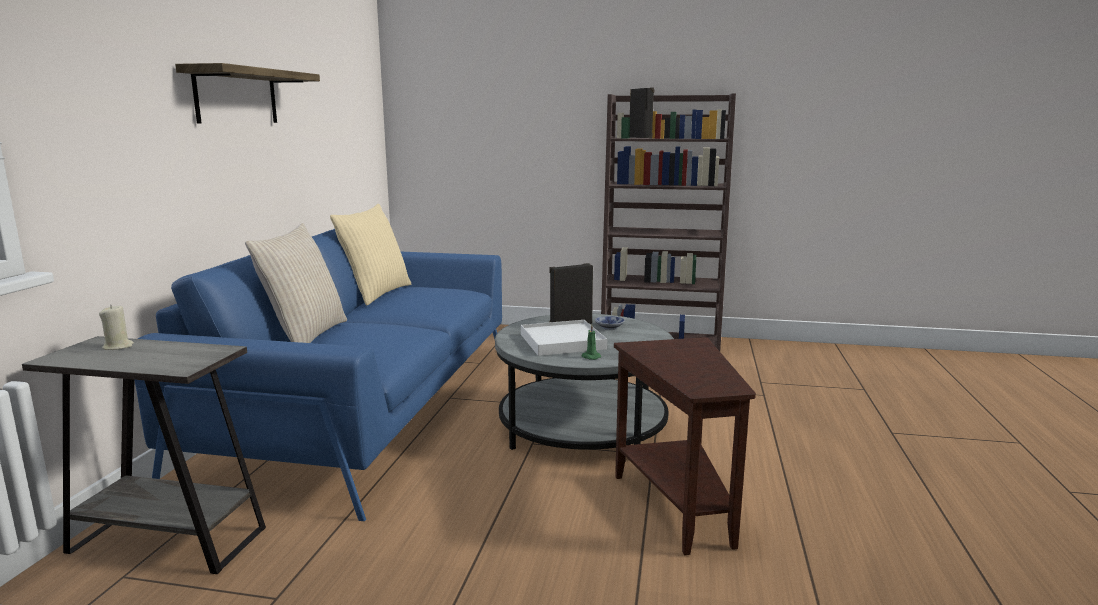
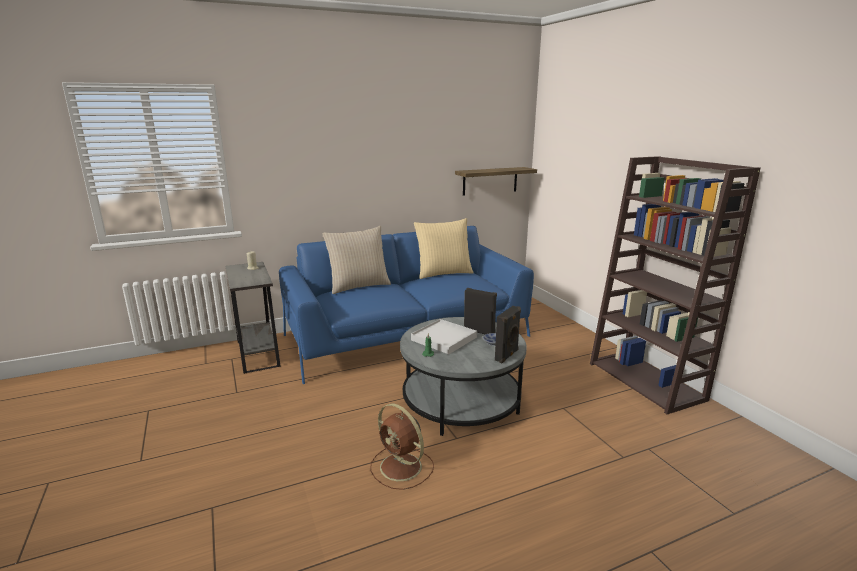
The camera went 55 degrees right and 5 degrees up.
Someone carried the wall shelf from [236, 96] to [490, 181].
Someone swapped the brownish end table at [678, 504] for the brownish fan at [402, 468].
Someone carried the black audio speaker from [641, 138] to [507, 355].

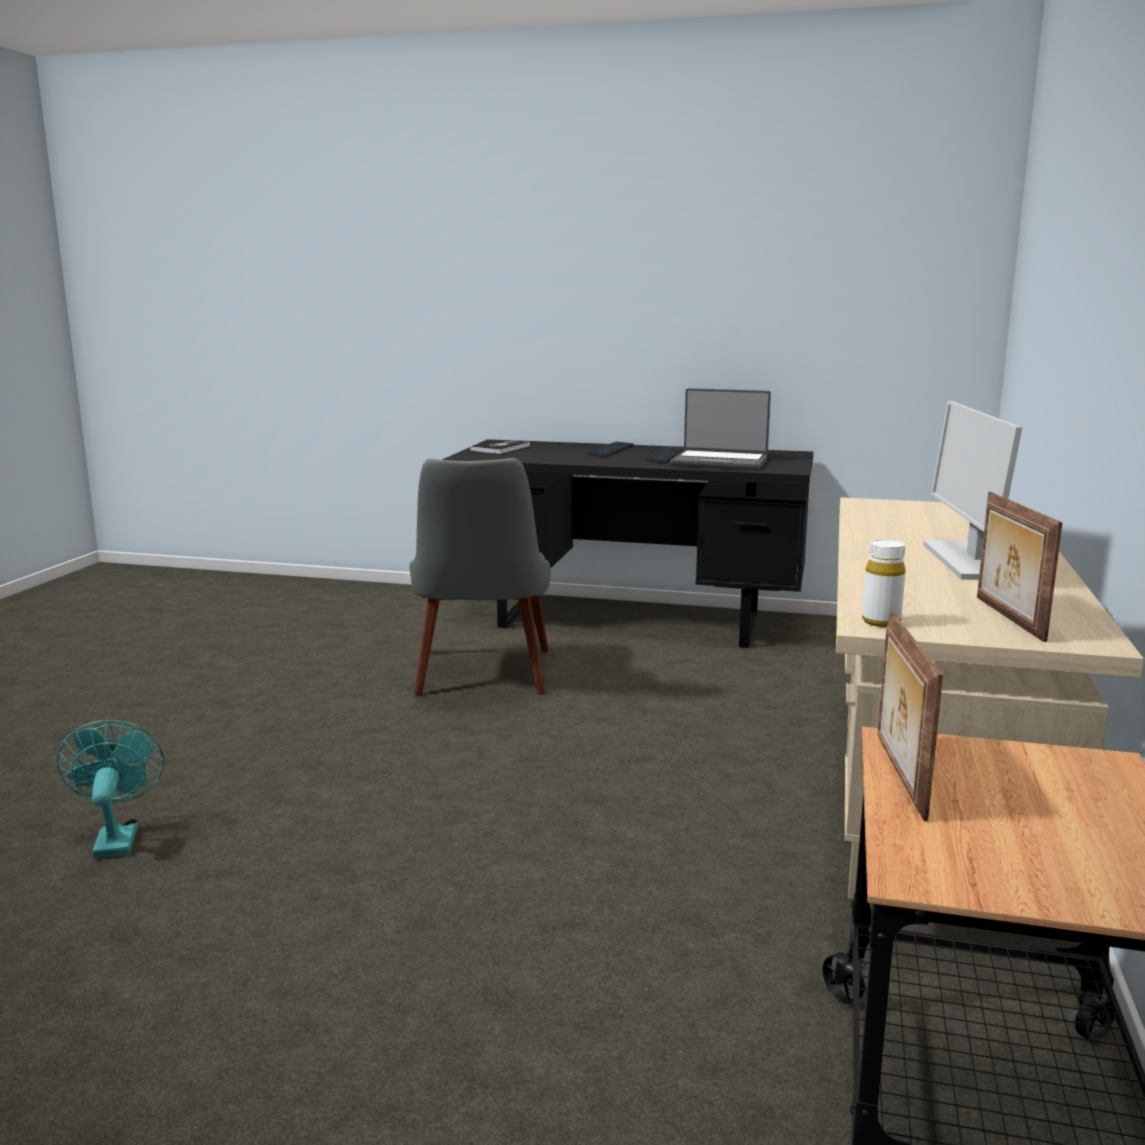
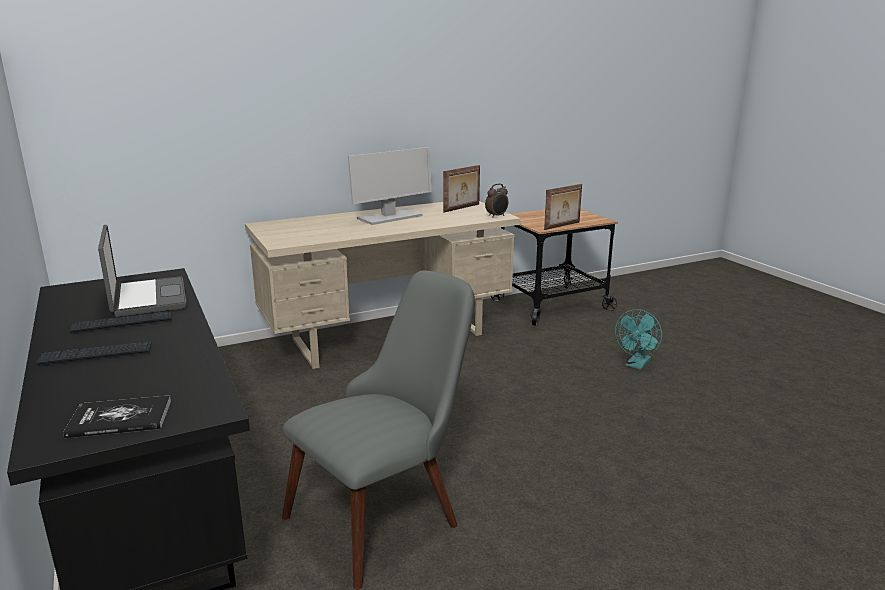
The camera went 130 degrees left and 5 degrees up.
Someone carried the turquoise-coloured fan from [117, 838] to [637, 365].
Someone swapped the white drink bottle at [881, 621] for the table clock at [497, 216].

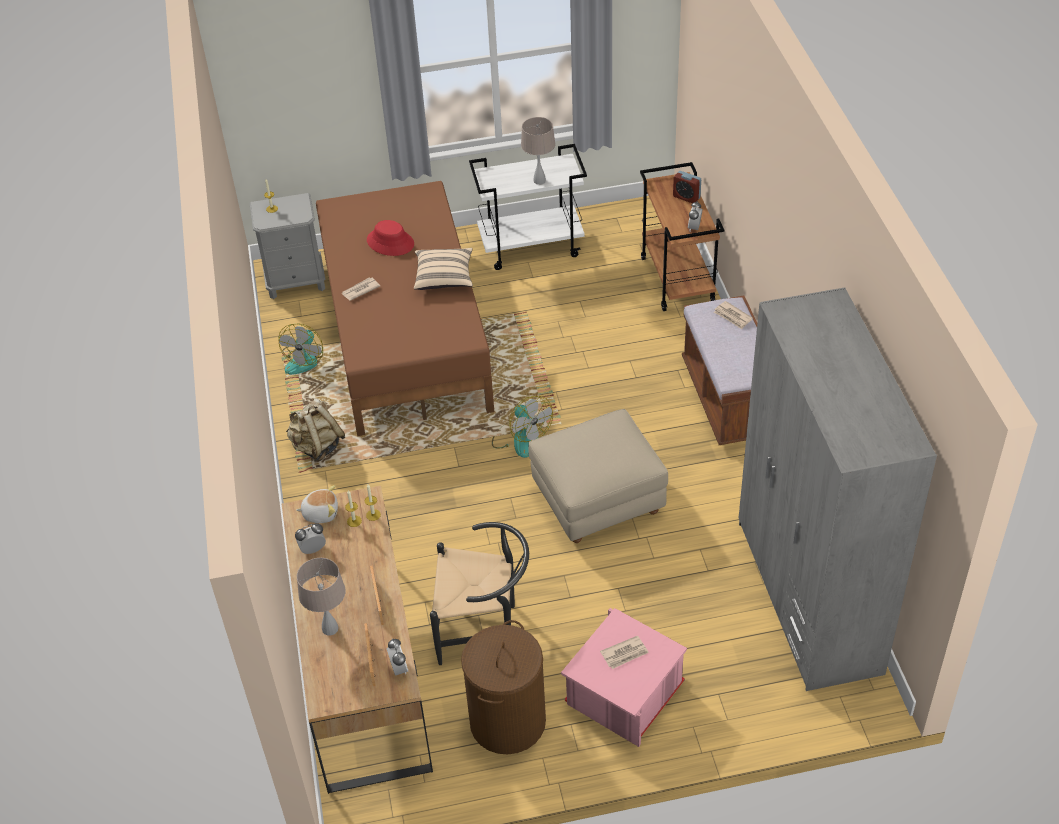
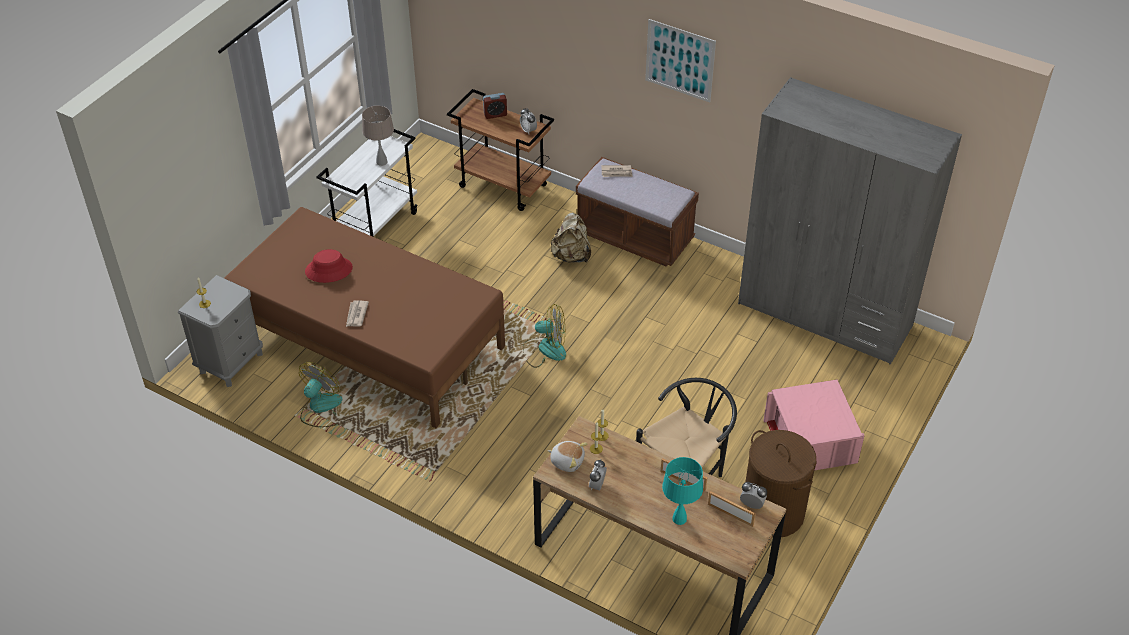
The camera went 50 degrees left and 0 degrees up.
Someone rotated the fan at [305, 359] by 120 degrees counterclockwise.
Someone carried the beige backpack from [317, 447] to [571, 256].
Someone rotated the soft toy at [320, 512] by 75 degrees clockwise.
Someone repainted the beige table lamp at [330, 629], which became the turquoise-coloured table lamp at [679, 519].
Someone took away the beige cushion at [444, 277].
Someone took away the beige ottoman at [597, 501].
Someone took away the daily paper at [625, 654].
Someone put up the picture at [679, 60].

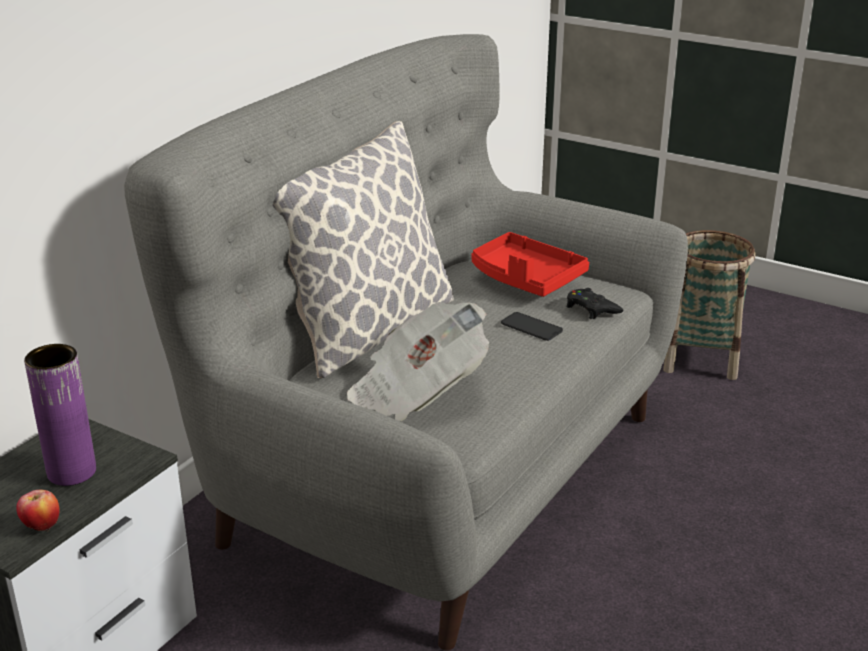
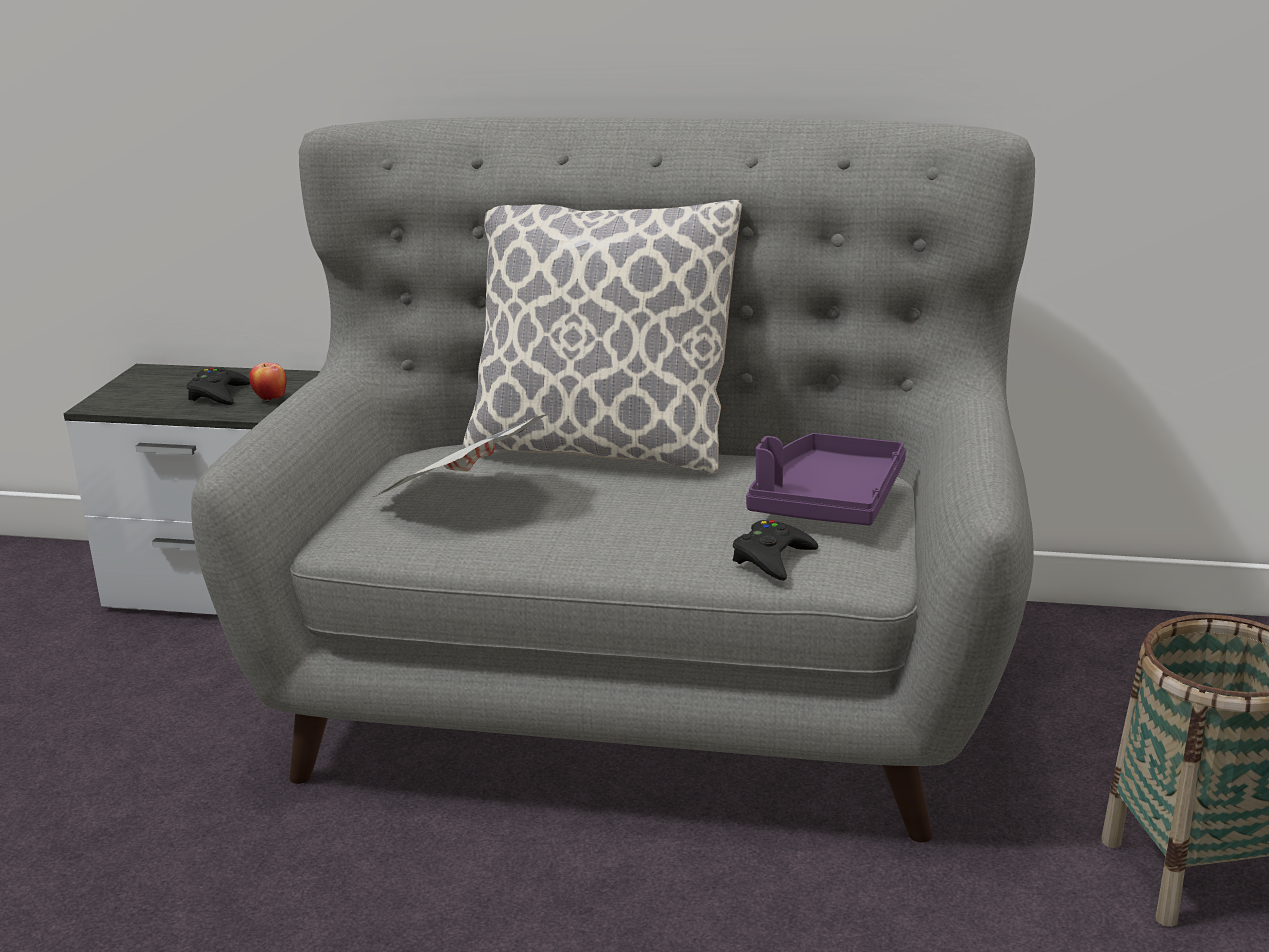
The camera went 70 degrees right and 5 degrees down.
Someone carried the whole apple from [41, 527] to [270, 399].
Someone swapped the purple flower vase at [72, 472] for the black gamepad at [218, 394].
Someone repainted the red-coloured serving tray at [525, 278], which became the purple serving tray at [827, 501].
Someone took away the handset at [531, 327].

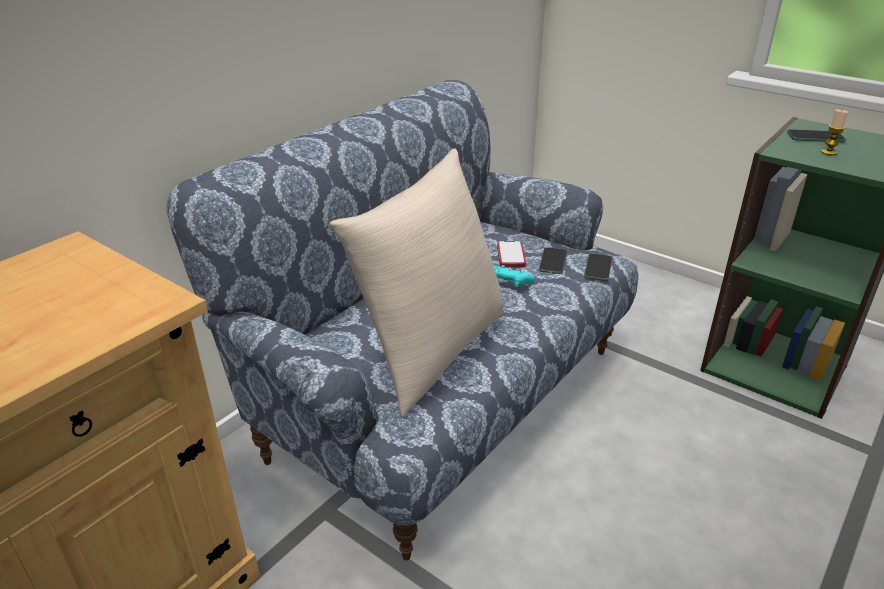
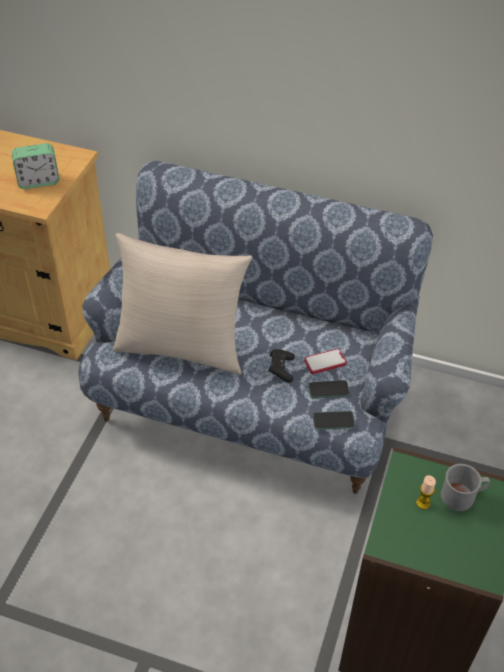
The camera went 70 degrees right and 15 degrees up.
Someone repainted the turquoise-coloured gamepad at [508, 284], which became the black gamepad at [281, 369].
Someone swapped the handset at [815, 137] for the grey mug at [462, 496].
Someone put down the table clock at [38, 181].

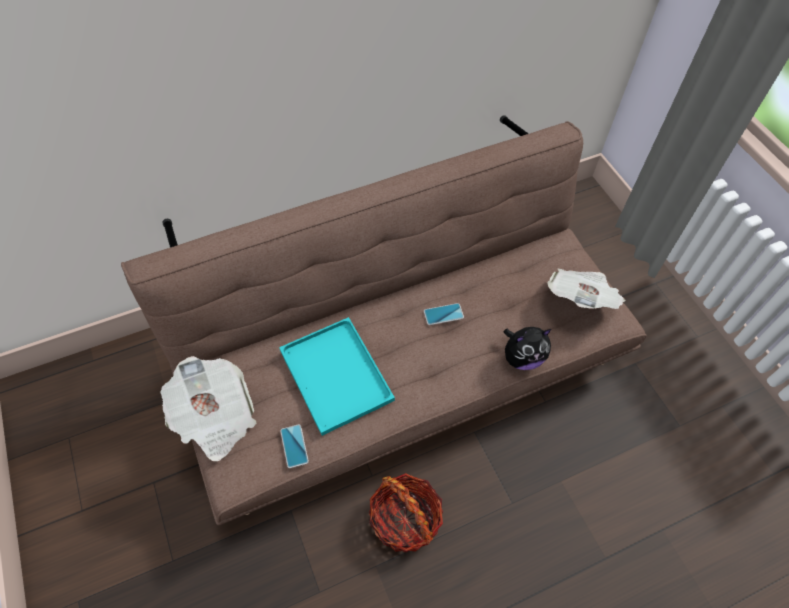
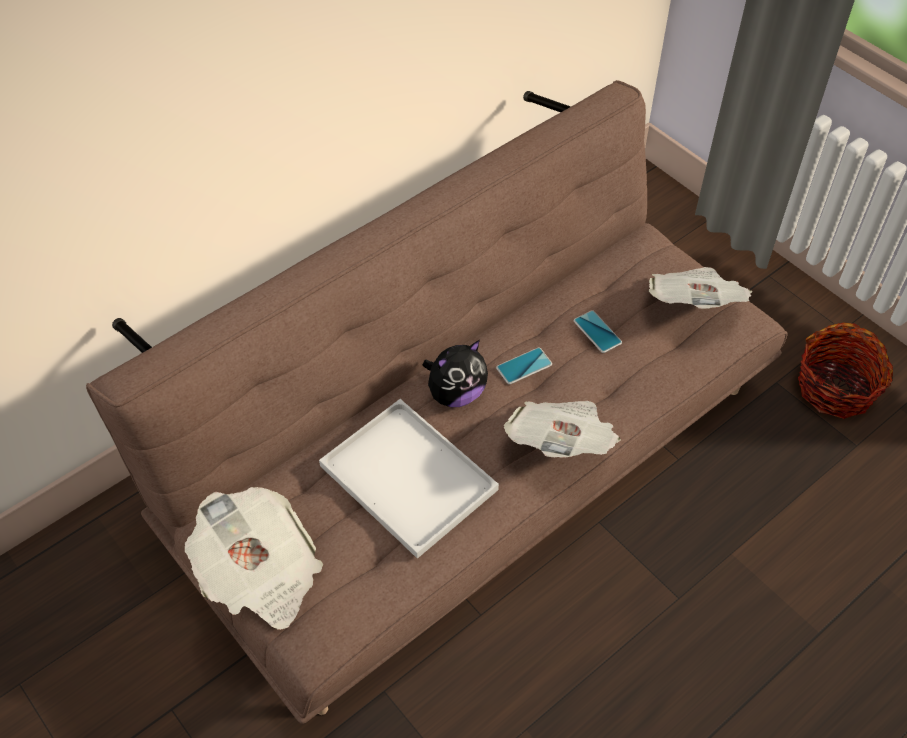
The camera went 15 degrees left and 5 degrees down.
Someone repainted the turquoise-coloured serving tray at [338, 376], which became the white serving tray at [412, 478].
Someone carried the handset from [294, 446] to [597, 332].
Someone carried the storage basket from [405, 520] to [836, 388].
Someone carried the soft toy from [522, 357] to [455, 394].
Someone put down the daily paper at [561, 444].

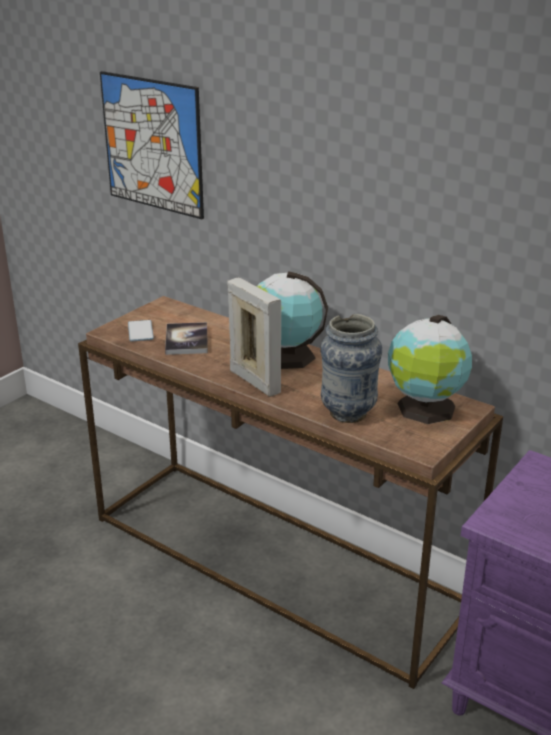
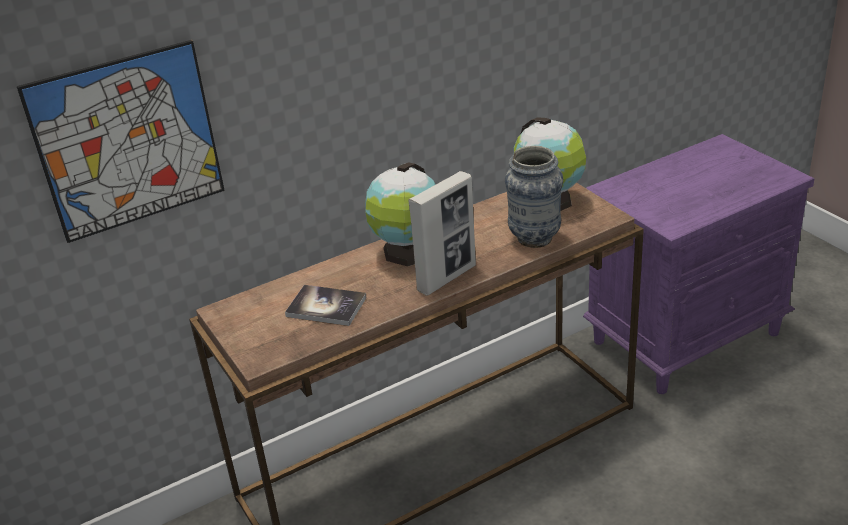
The camera went 65 degrees left and 5 degrees up.
Someone took away the handset at [140, 332].
Someone rotated the picture frame at [254, 382] by 150 degrees clockwise.

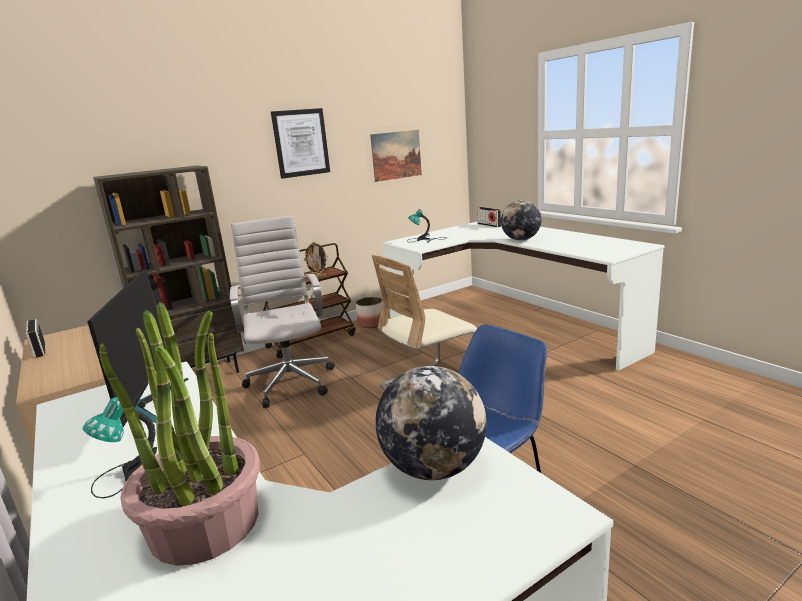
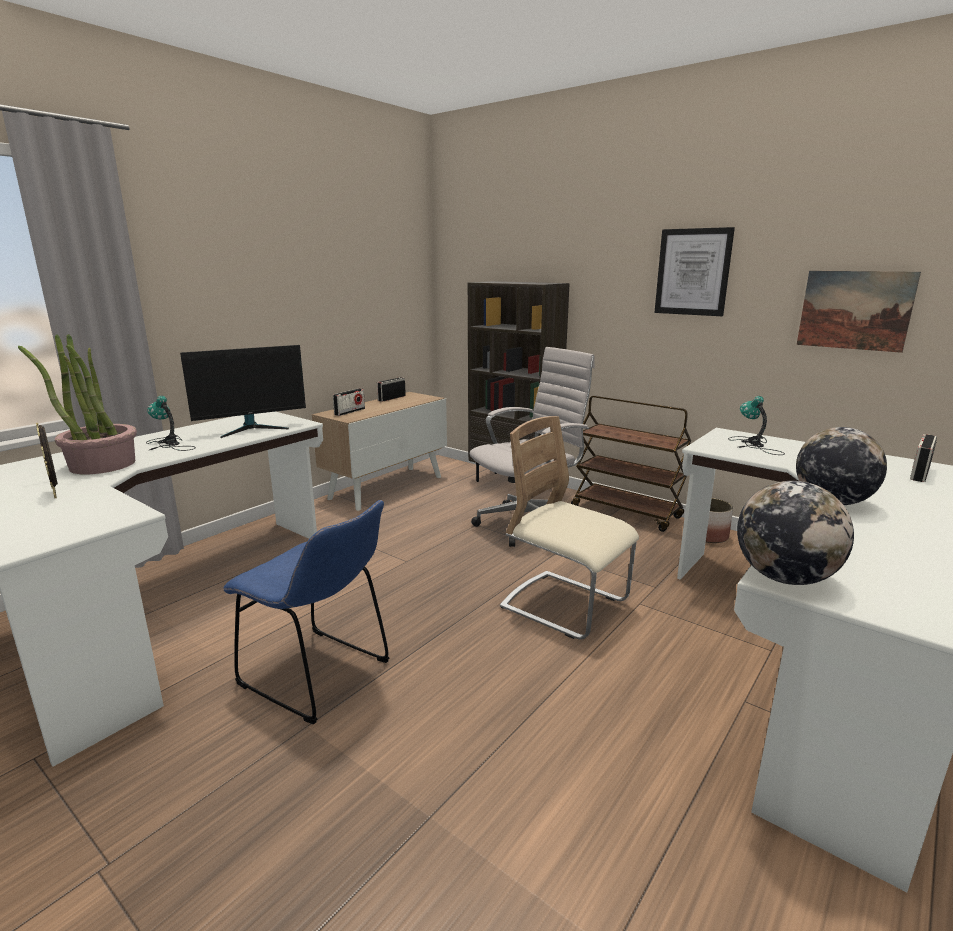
The camera went 70 degrees right and 0 degrees up.
Someone carried the picture frame from [318, 277] to [56, 494].
Someone carried the world globe from [433, 468] to [784, 578].
Someone put down the radio at [350, 411].

